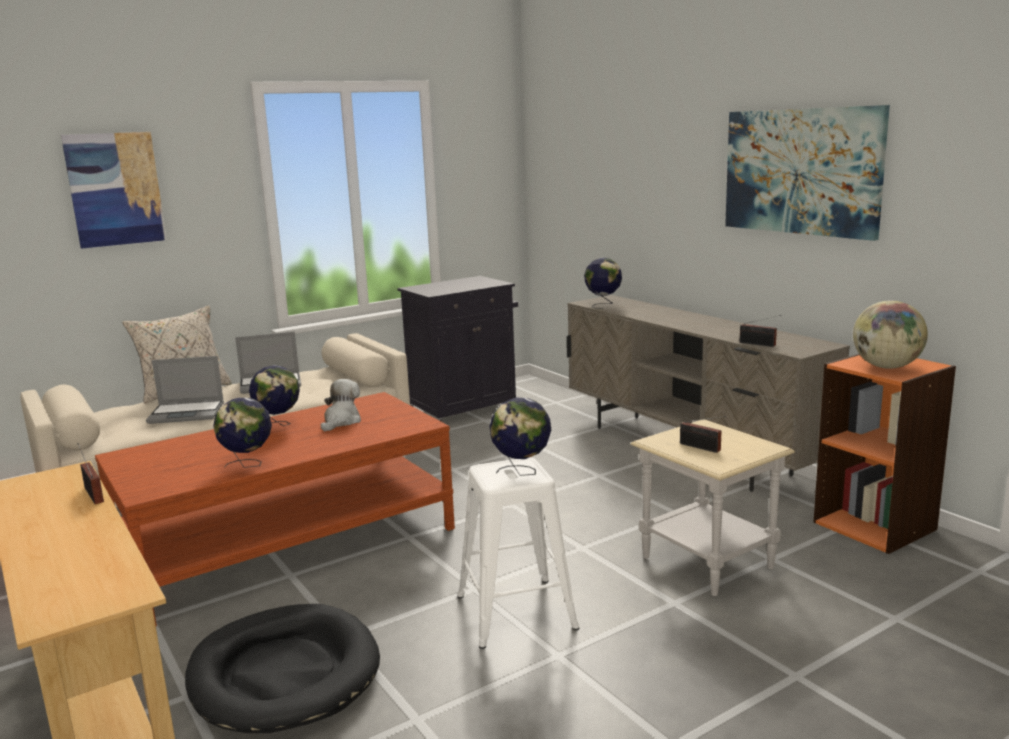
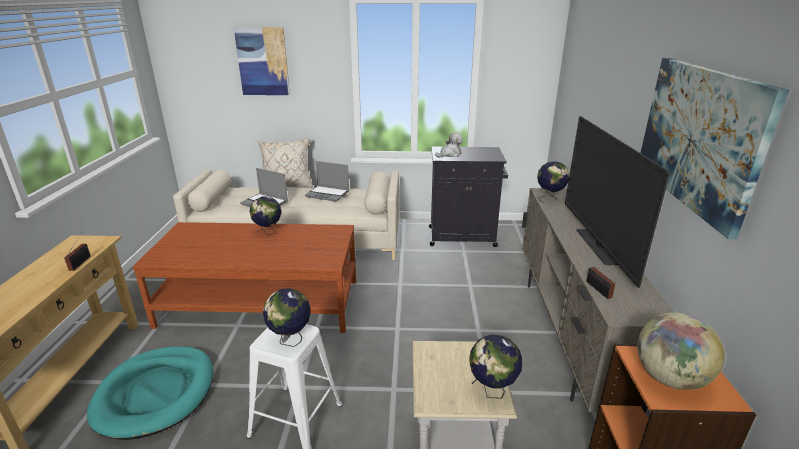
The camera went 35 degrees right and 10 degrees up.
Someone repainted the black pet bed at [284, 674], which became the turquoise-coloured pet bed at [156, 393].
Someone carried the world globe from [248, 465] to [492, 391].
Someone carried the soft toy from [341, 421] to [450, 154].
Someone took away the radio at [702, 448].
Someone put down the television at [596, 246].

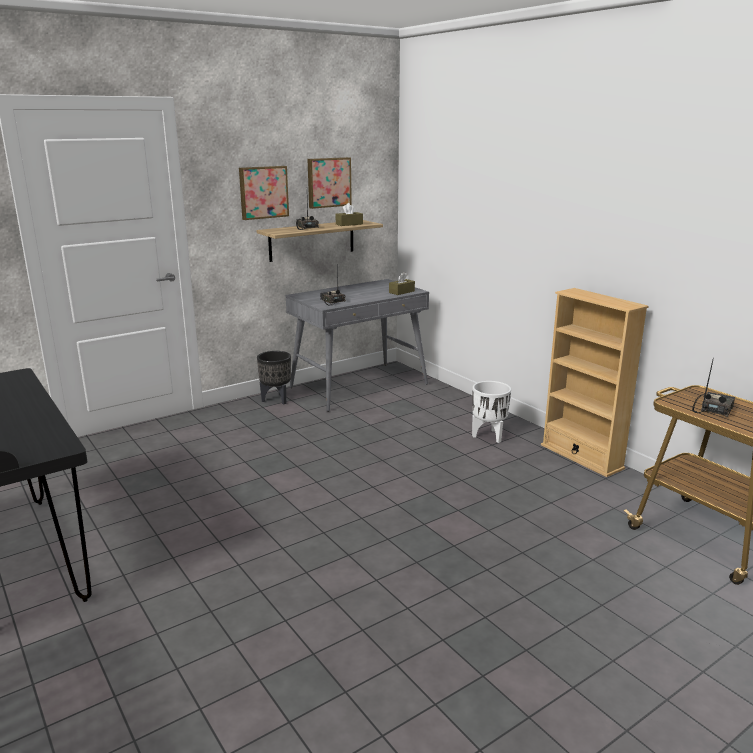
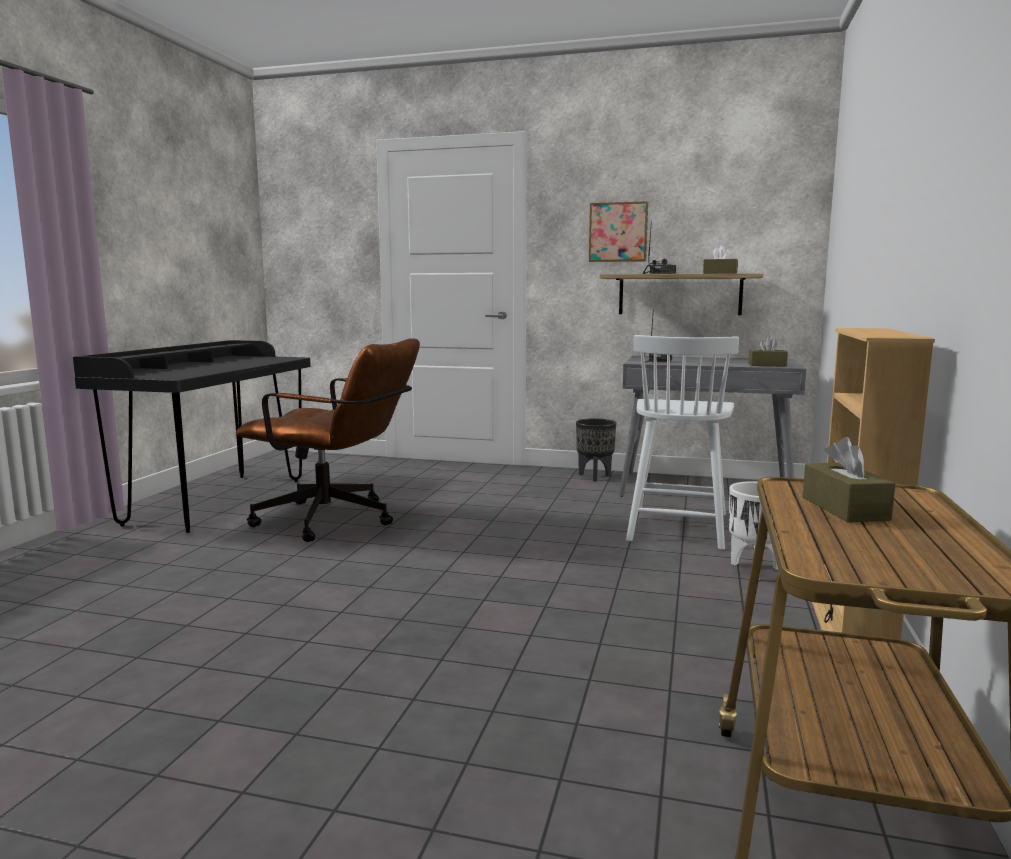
The camera went 50 degrees right and 10 degrees down.
Someone took away the picture at [328, 182].
Someone swapped the radio at [712, 409] for the brownish tissue box at [844, 508].
Someone put down the brownish computer chair at [337, 521].
Someone put down the white chair at [677, 526].

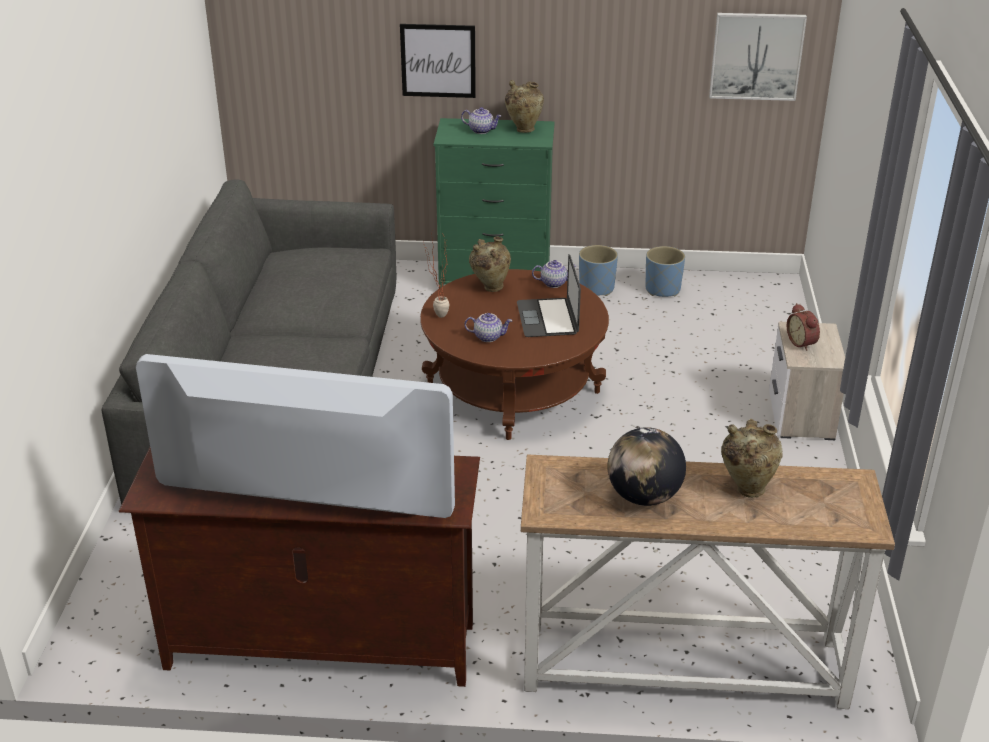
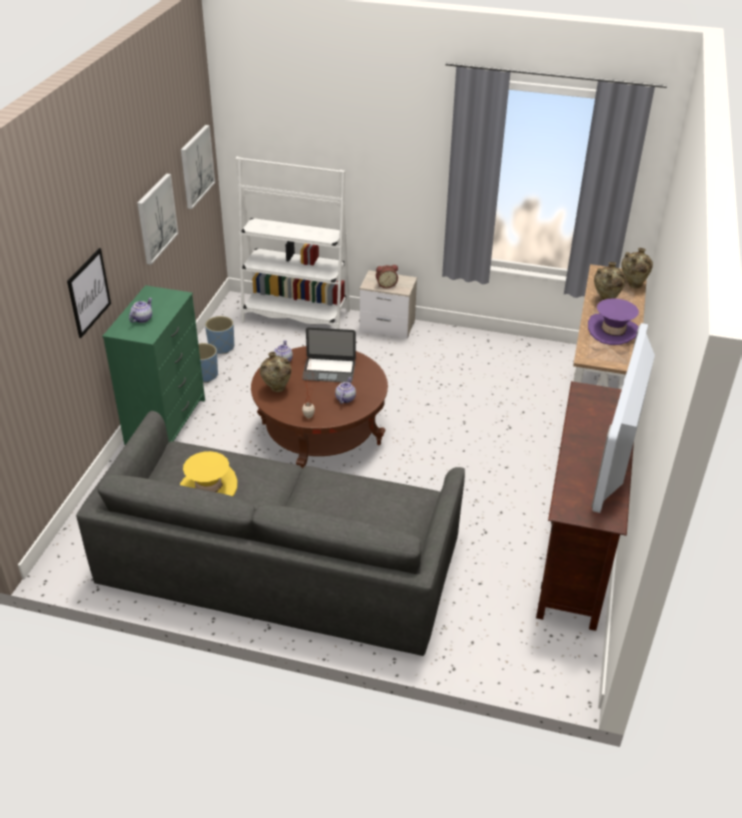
The camera went 80 degrees left and 5 degrees up.
Someone carried the beige flower vase from [524, 129] to [632, 285].
Someone swapped the world globe at [643, 496] for the purple clothing hat at [613, 331].
Someone put up the picture at [156, 218].
Someone put down the yellow clothing hat at [208, 487].
Someone put down the white shelving unit at [296, 316].

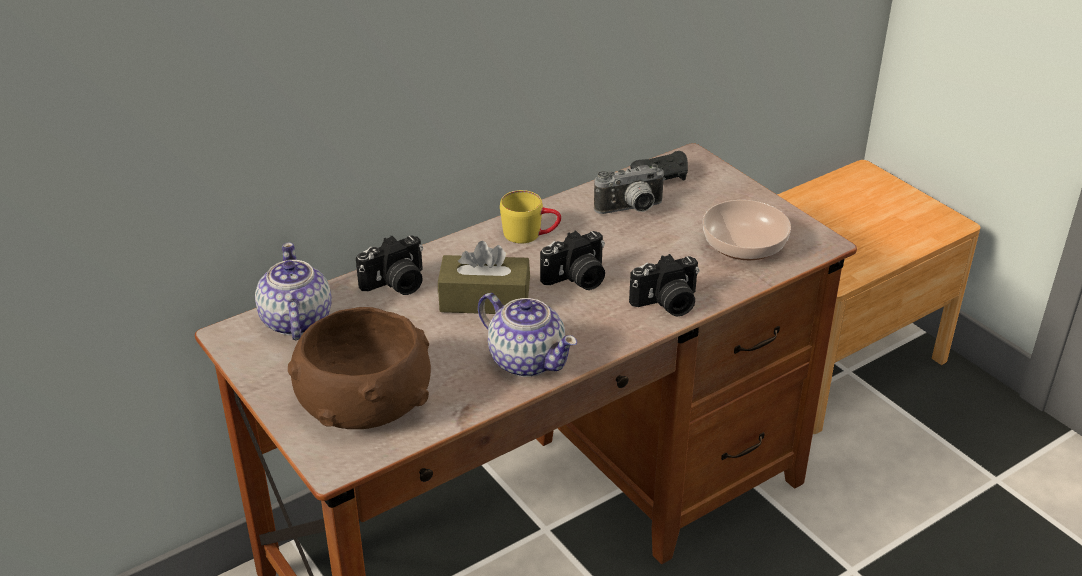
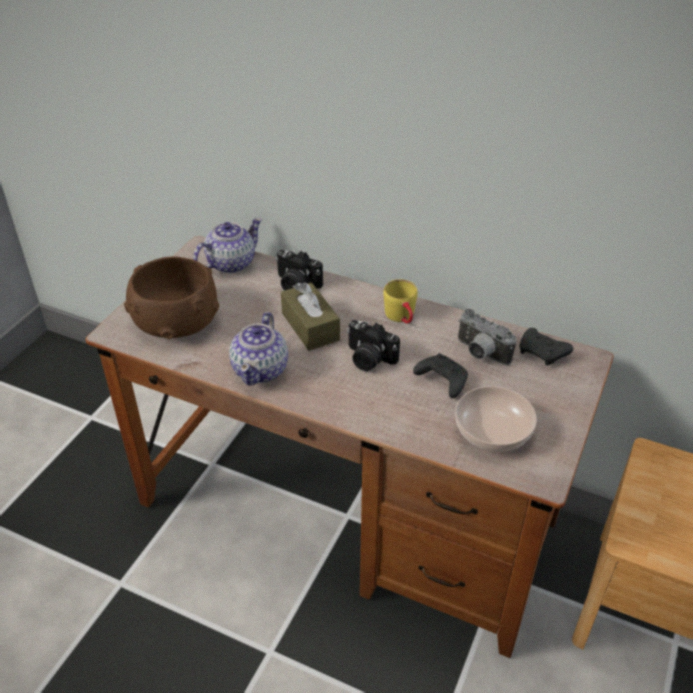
The camera went 60 degrees right and 5 degrees up.
Someone took away the still camera at [667, 304].
Someone put down the black gamepad at [441, 380].

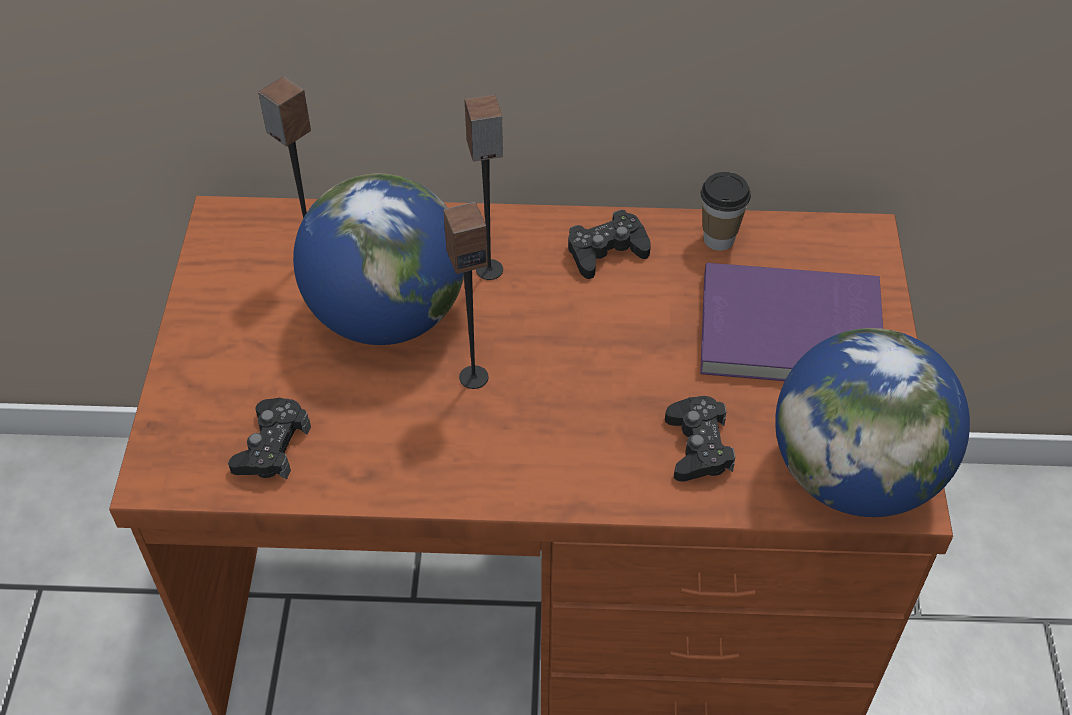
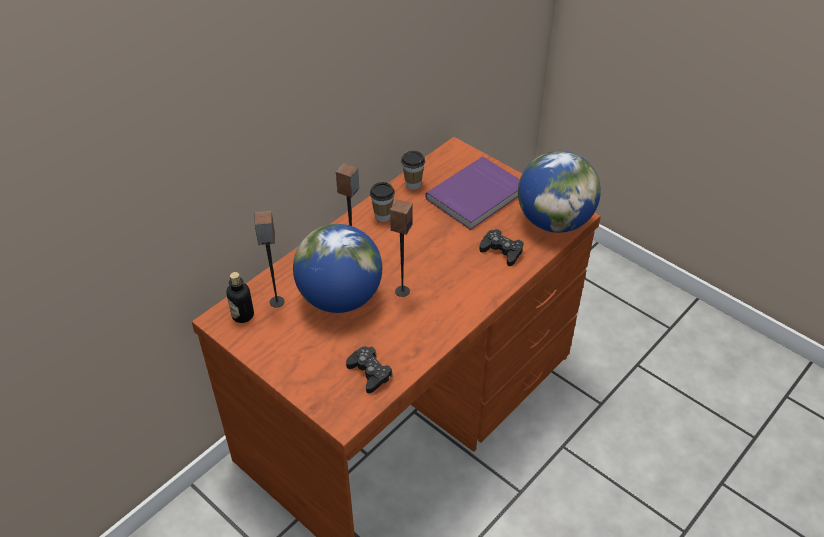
The camera went 50 degrees left and 5 degrees down.
Someone swapped the black gamepad at [606, 251] for the small cup at [383, 216].
Someone put down the drink bottle at [243, 315].

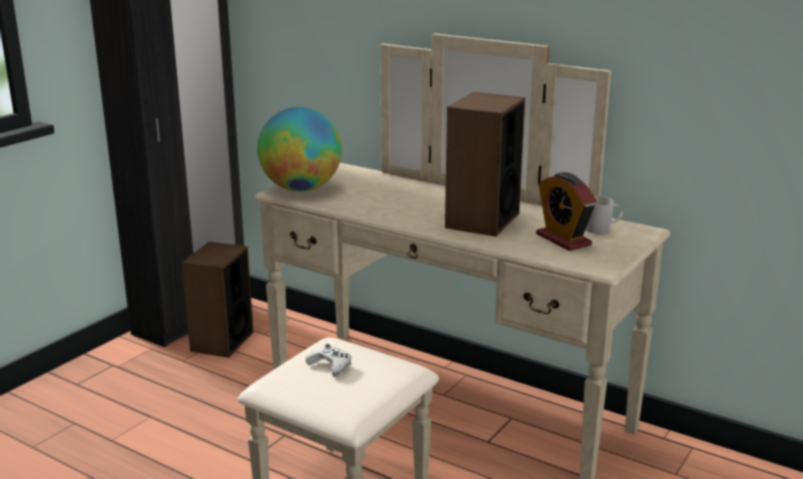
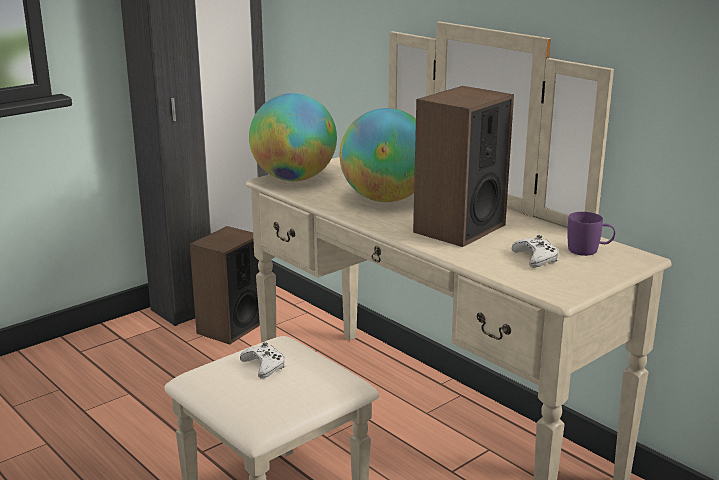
The camera went 15 degrees right and 0 degrees up.
Someone swapped the table clock at [563, 240] for the white gamepad at [536, 258].
Someone repainted the white mug at [602, 229], which became the purple mug at [589, 250].
Someone put down the world globe at [386, 199].

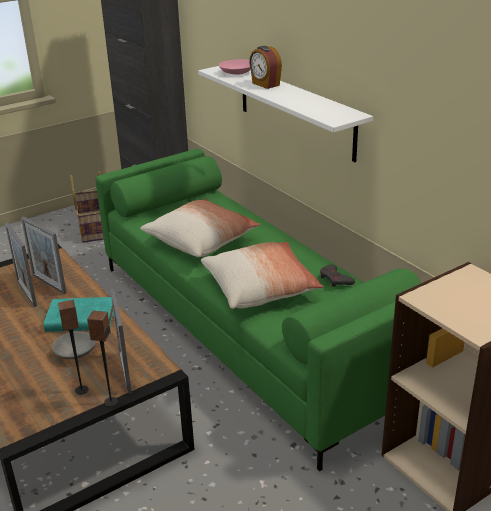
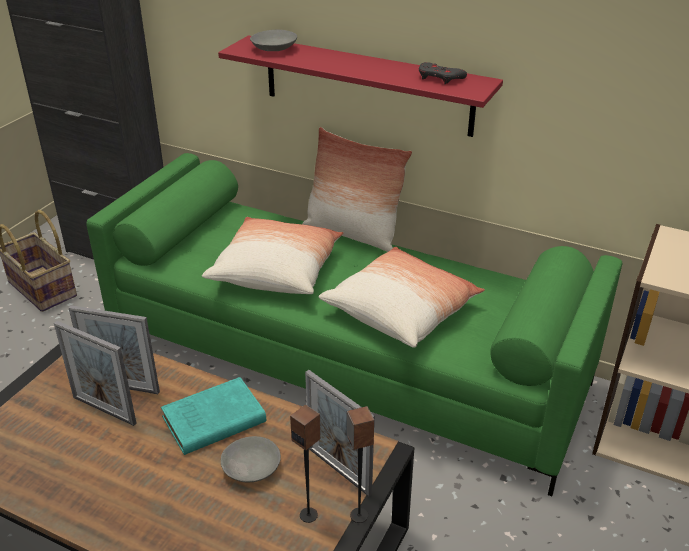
The camera went 30 degrees left and 5 degrees up.
Someone repainted the white wall shelf at [295, 110], which became the red-coloured wall shelf at [367, 85].
Someone repainted the pink deep dish at [236, 73], which became the grey deep dish at [273, 49].
Someone took away the table clock at [265, 84].
Someone carried the grey gamepad from [335, 279] to [440, 77].
Someone put down the cushion at [352, 234].

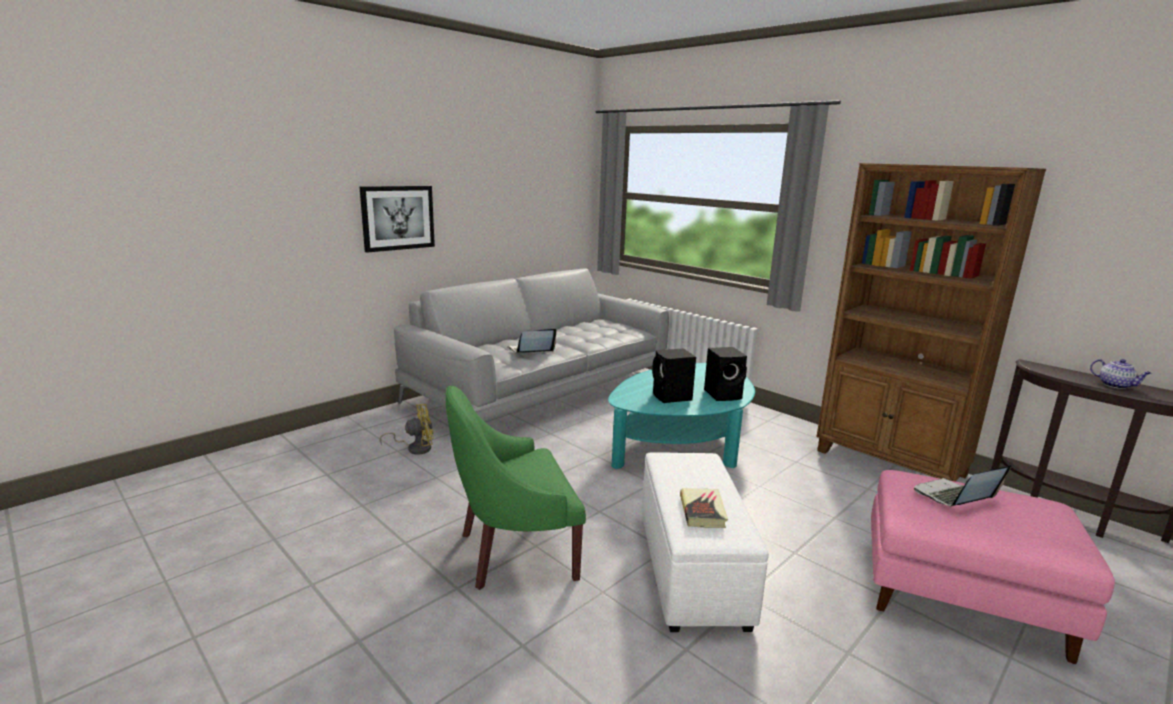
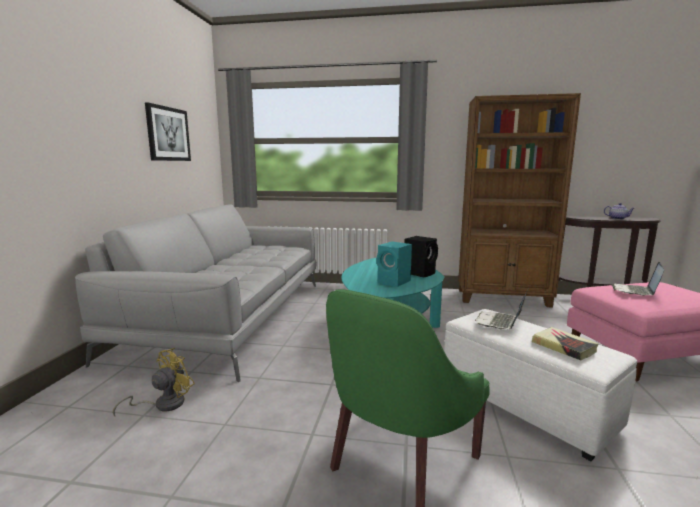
The camera went 35 degrees left and 5 degrees down.
Someone carried the picture from [398, 218] to [168, 134].
Someone carried the laptop from [530, 351] to [500, 322].
Someone repainted the black audio speaker at [672, 397], which became the turquoise-coloured audio speaker at [394, 282].

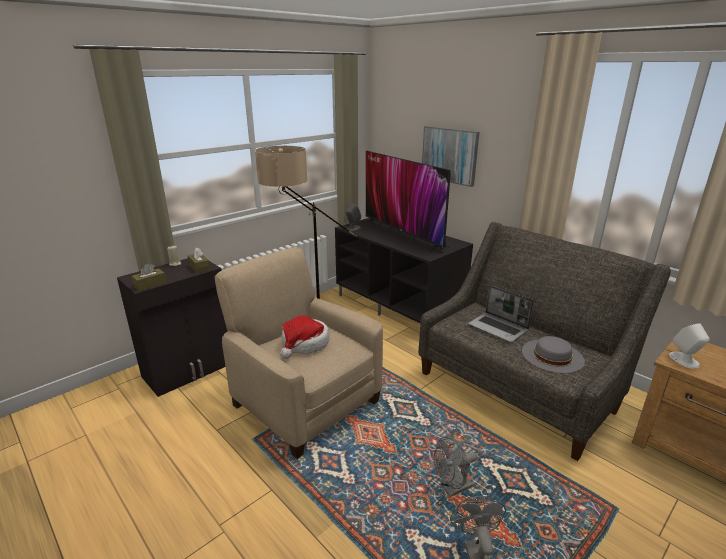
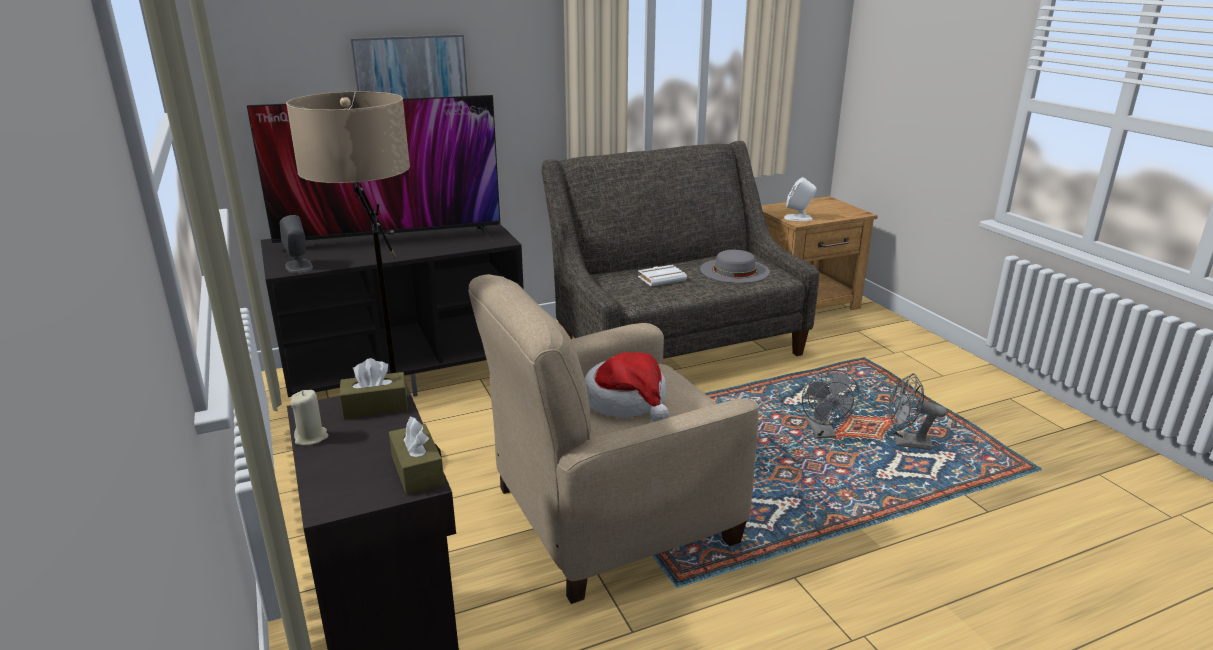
The camera went 70 degrees left and 0 degrees up.
Someone swapped the laptop at [499, 328] for the white volume at [662, 278].

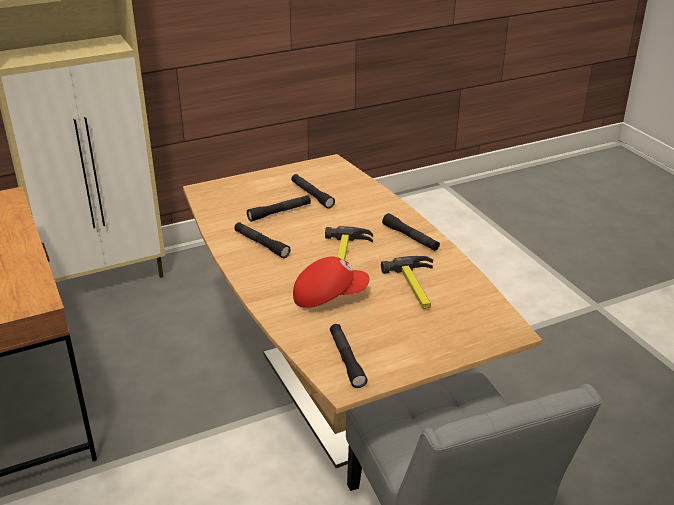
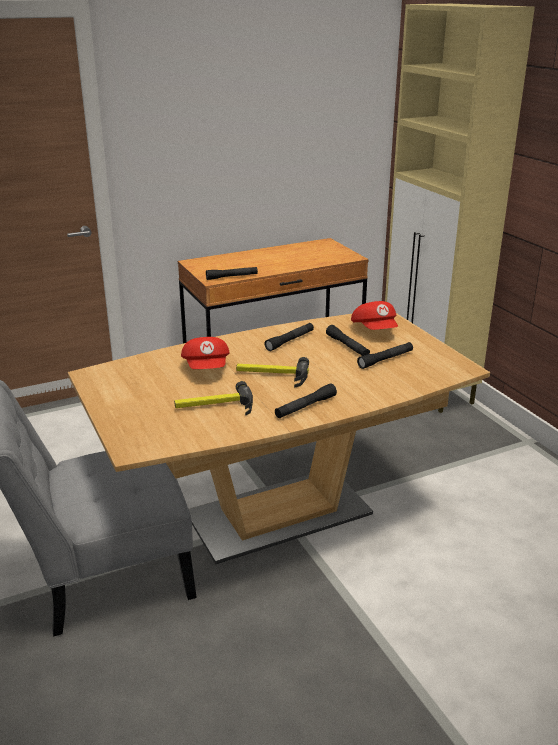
The camera went 90 degrees right and 5 degrees down.
Someone carried the black hand torch from [346, 360] to [232, 277].
Someone put down the red-coloured cap at [375, 330].

